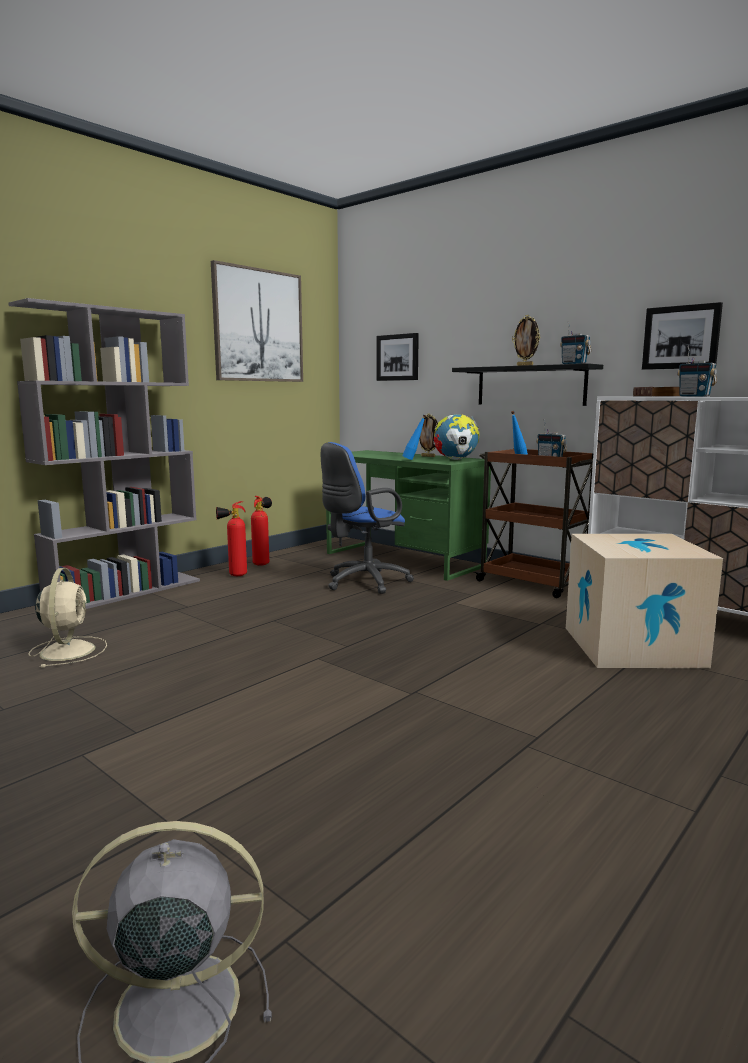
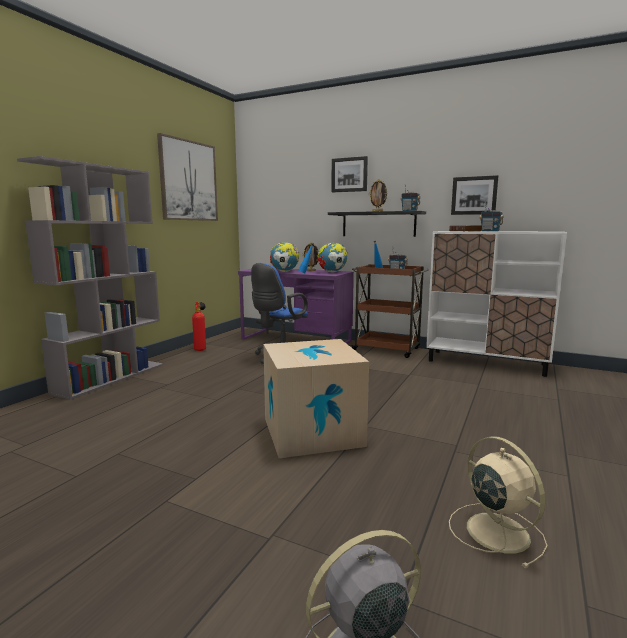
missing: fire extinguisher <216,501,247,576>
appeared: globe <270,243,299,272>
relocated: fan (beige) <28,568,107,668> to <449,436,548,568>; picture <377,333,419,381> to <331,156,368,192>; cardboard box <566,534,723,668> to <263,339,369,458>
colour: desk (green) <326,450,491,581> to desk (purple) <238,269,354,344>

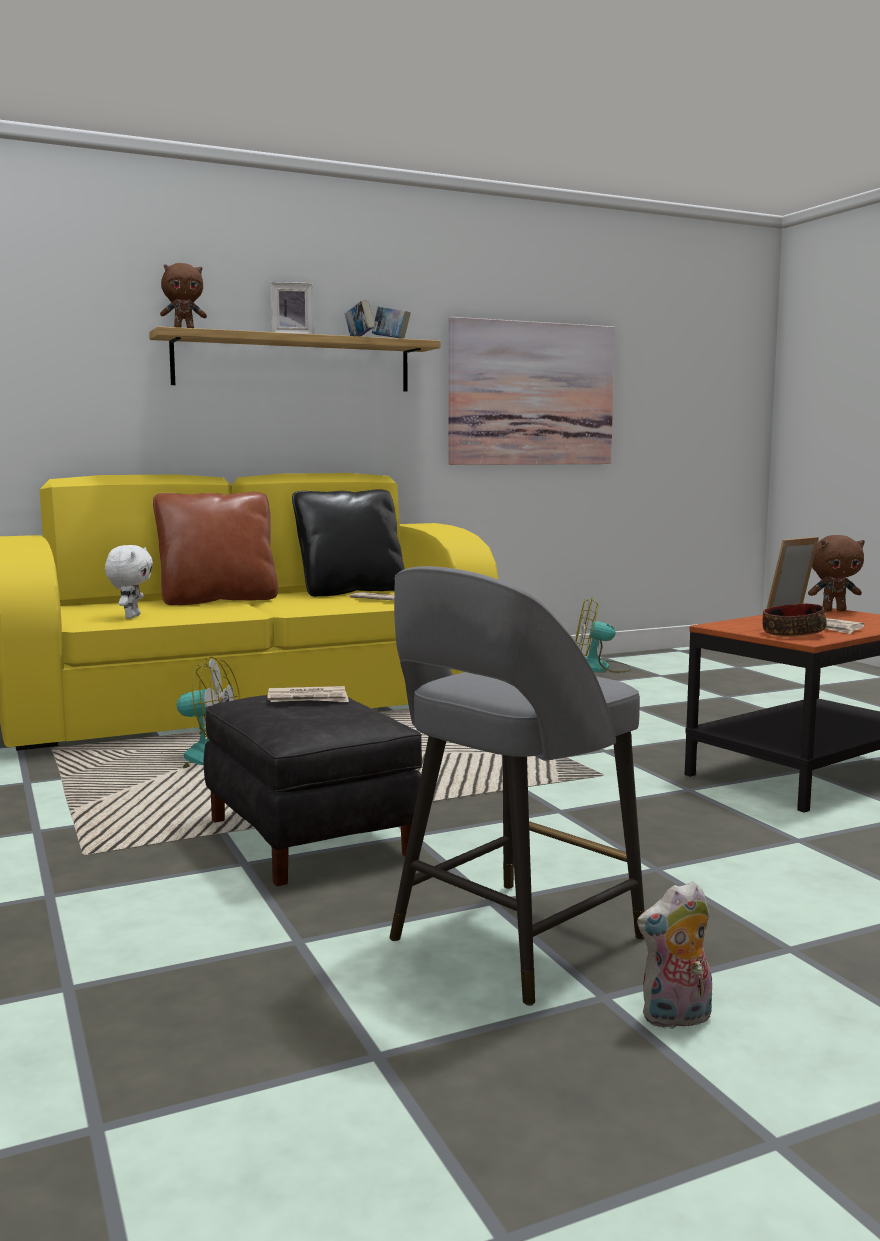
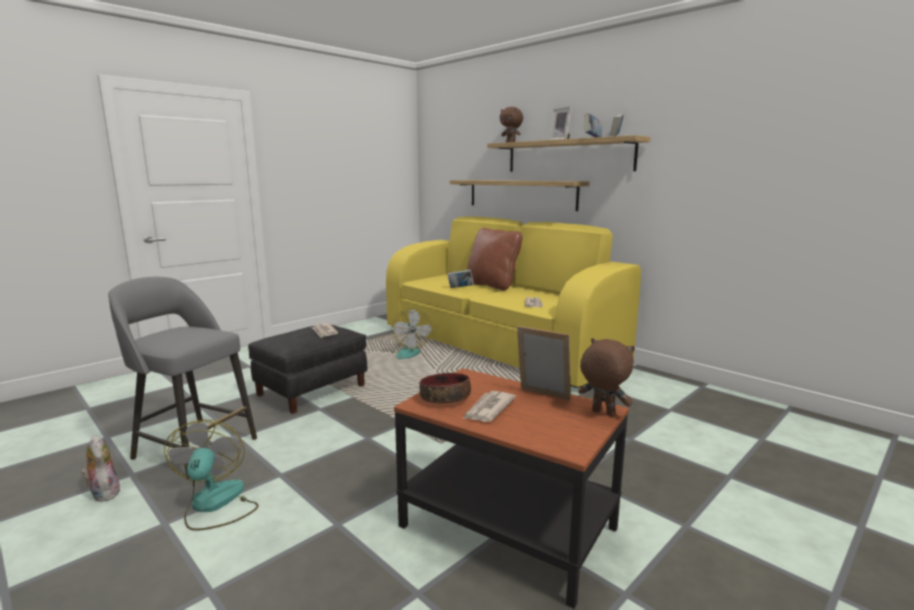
missing: plush toy (white) <105,545,153,619>; pillow (black) <292,489,405,597>; picture <448,317,615,465>
appeared: book <447,269,474,288>; shelf <450,180,589,211>
relocated: fan <575,597,632,673> to <164,420,259,531>
spun: plush toy (brown) <808,535,865,611> = <578,338,635,417> 150 degrees clockwise

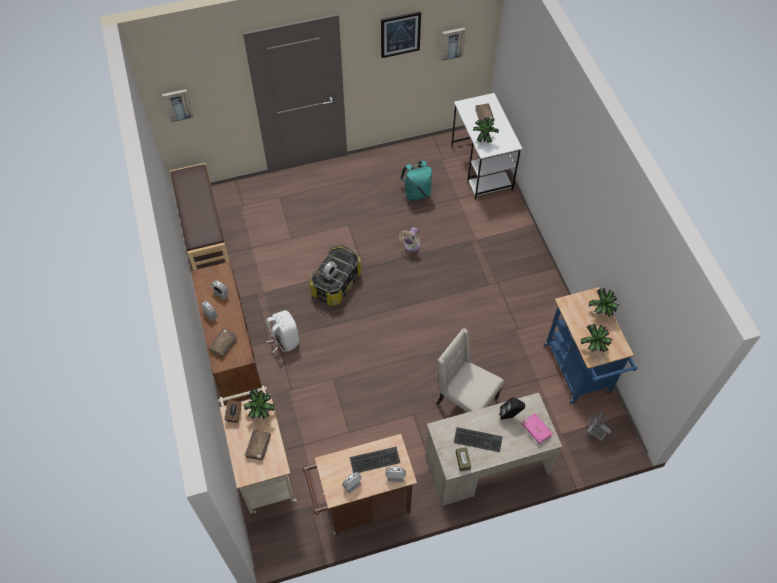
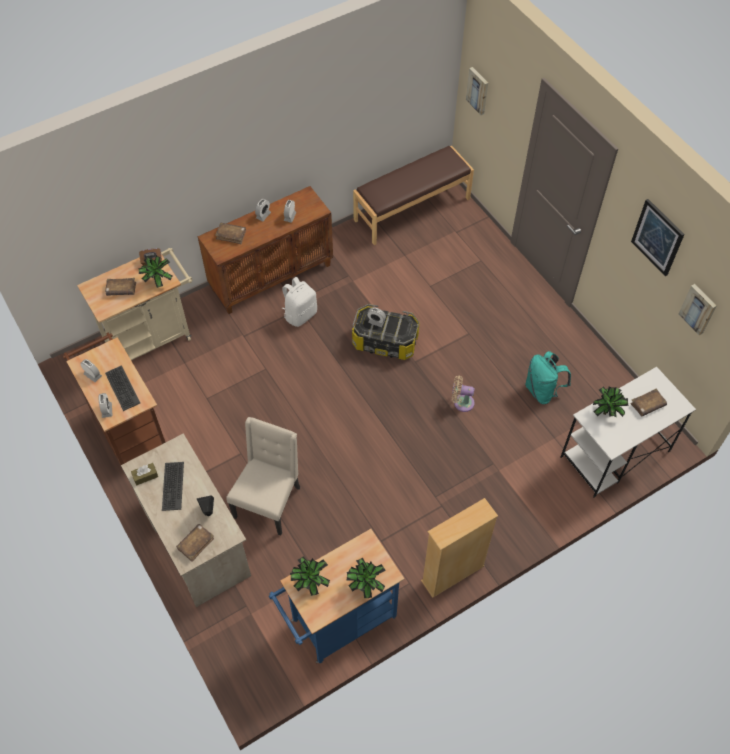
missing: fan (grey) <586,411,612,441>
appeared: bookcase (beige) <421,498,498,598>
colour: book (pink) <522,413,553,444> to book (brown) <176,524,214,562>

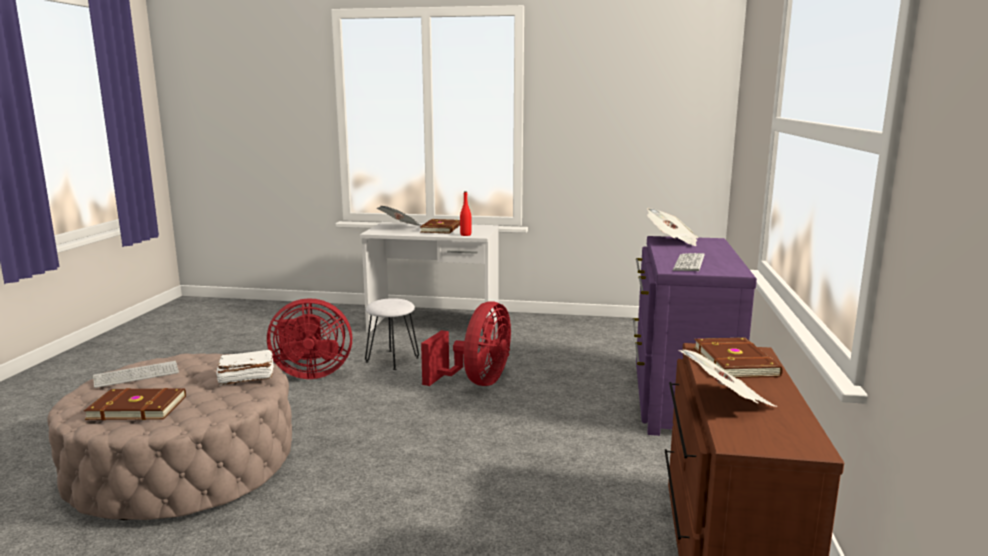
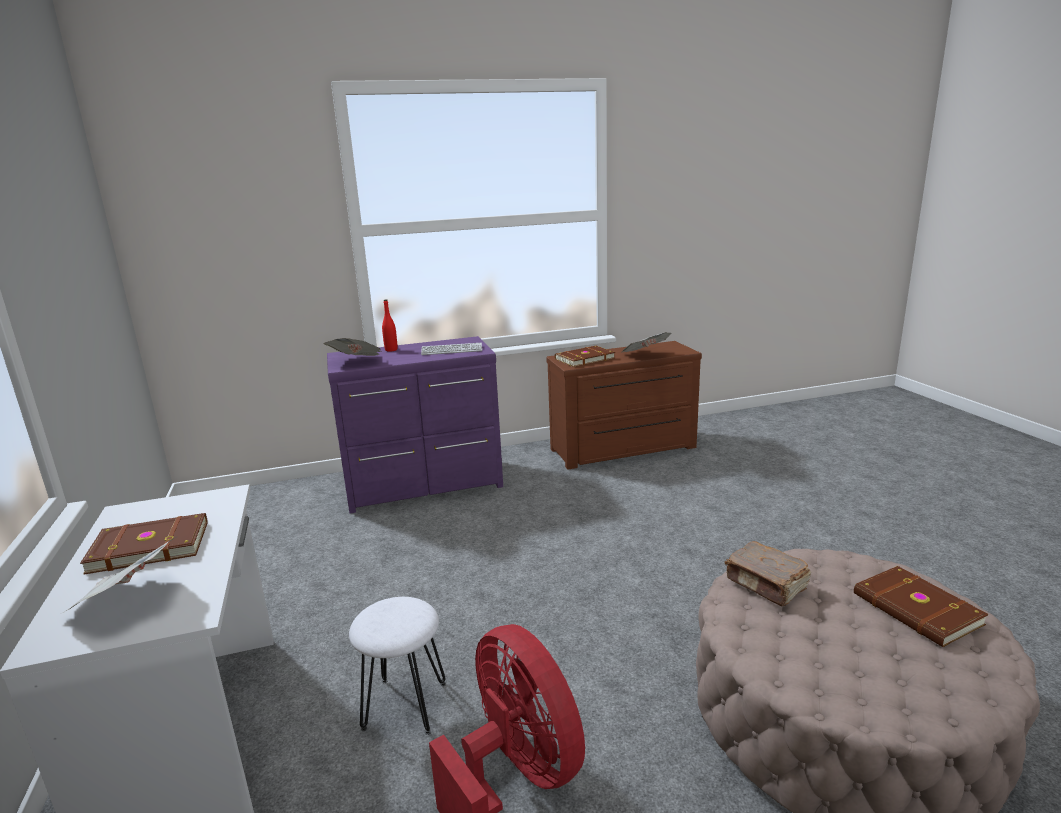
missing: keyboard <93,361,179,388>; fan (red) <421,302,511,386>
relocated: bottle (red) <460,191,472,236> to <382,299,398,352>
colour: book (white) <216,350,274,385> to book (brown) <725,541,811,606>

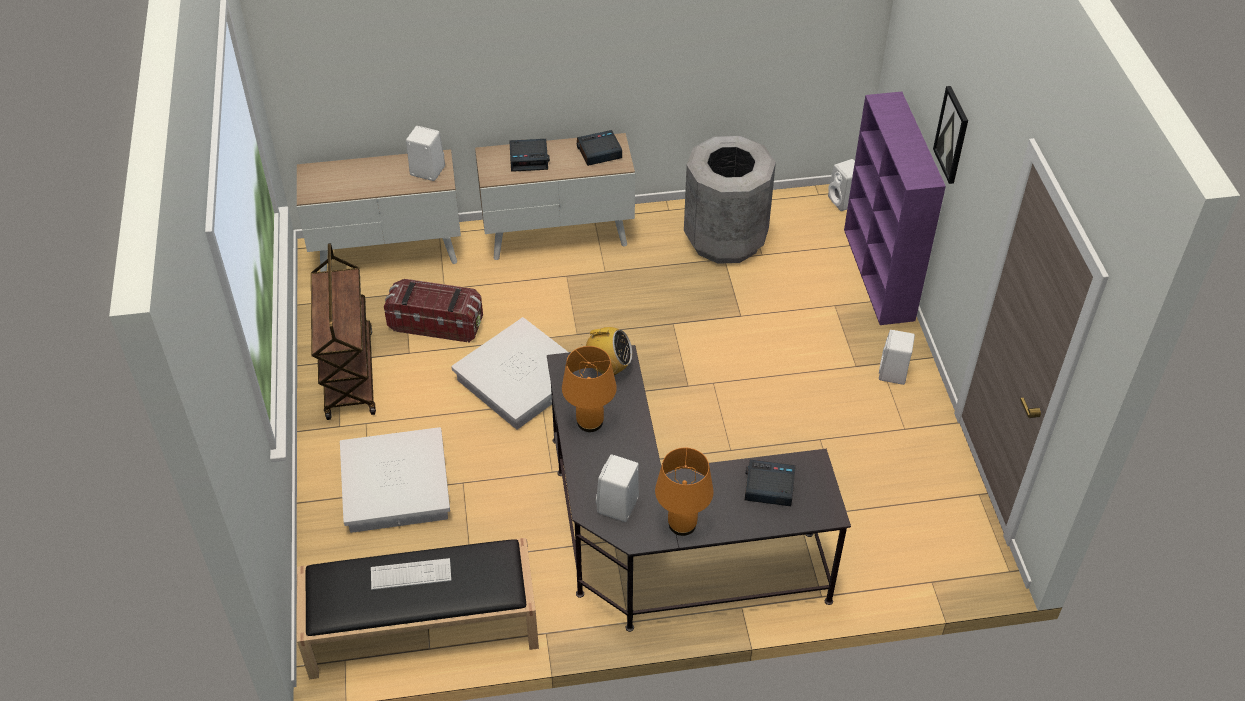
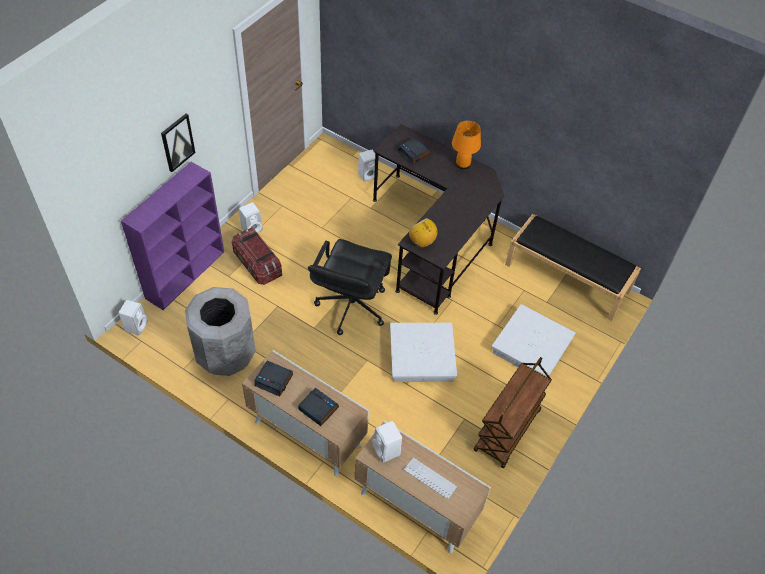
missing: table lamp (orange) <562,346,617,432>
appeared: office chair (black) <308,239,392,335>
relocated: keyboard <371,558,451,590> to <404,458,457,499>; storage box <384,279,483,343> to <231,228,282,285>; speaker (white) <596,454,639,522> to <358,150,375,182>

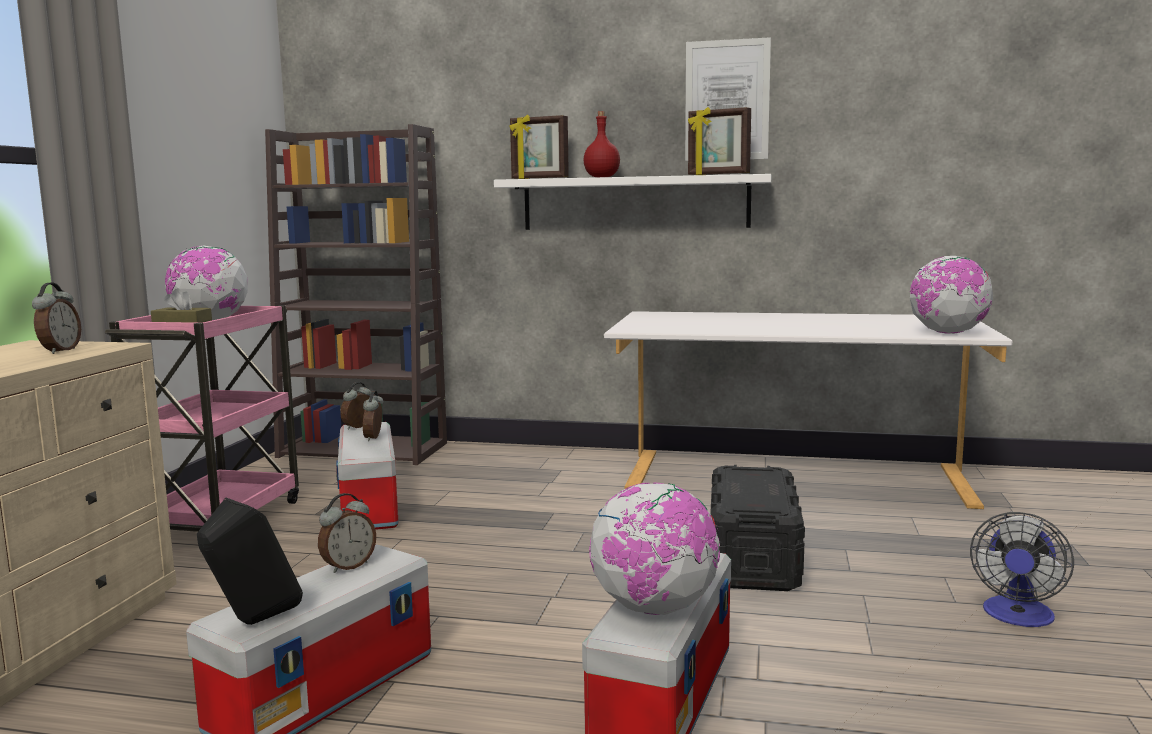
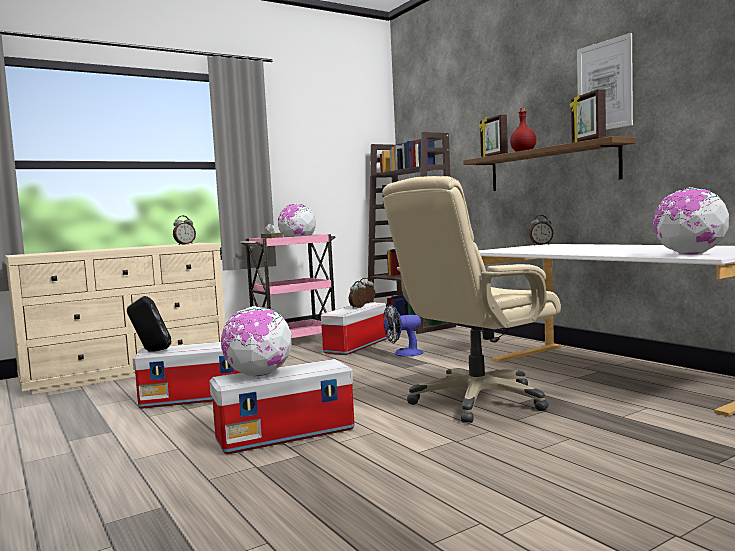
relocated: alarm clock <318,493,376,573> to <529,215,553,245>; fan <970,512,1074,627> to <383,305,424,357>
exchanged: storage box (black) <710,465,805,591> to office chair (beige) <382,176,561,423>
colour: shelf (white) <494,174,771,230> to shelf (brown) <463,136,636,191>

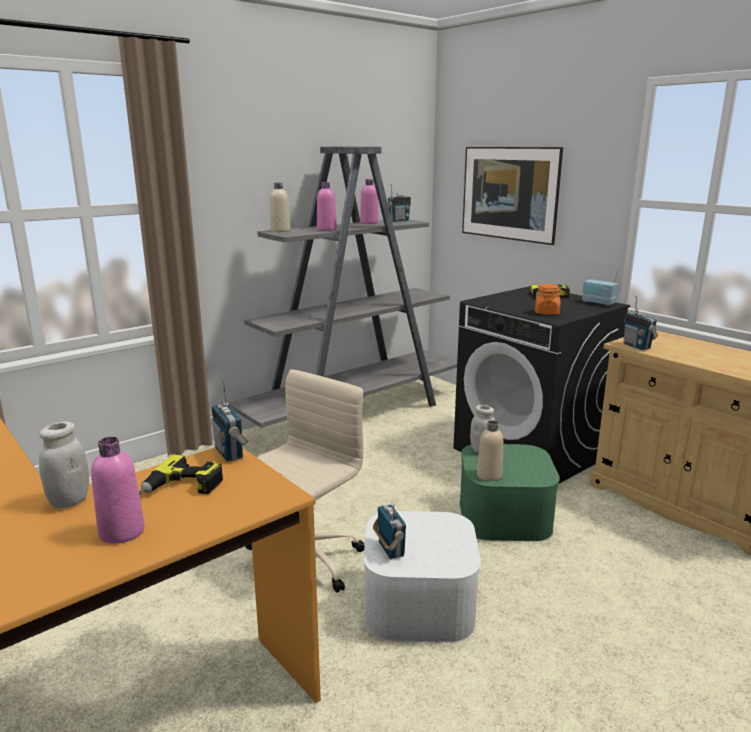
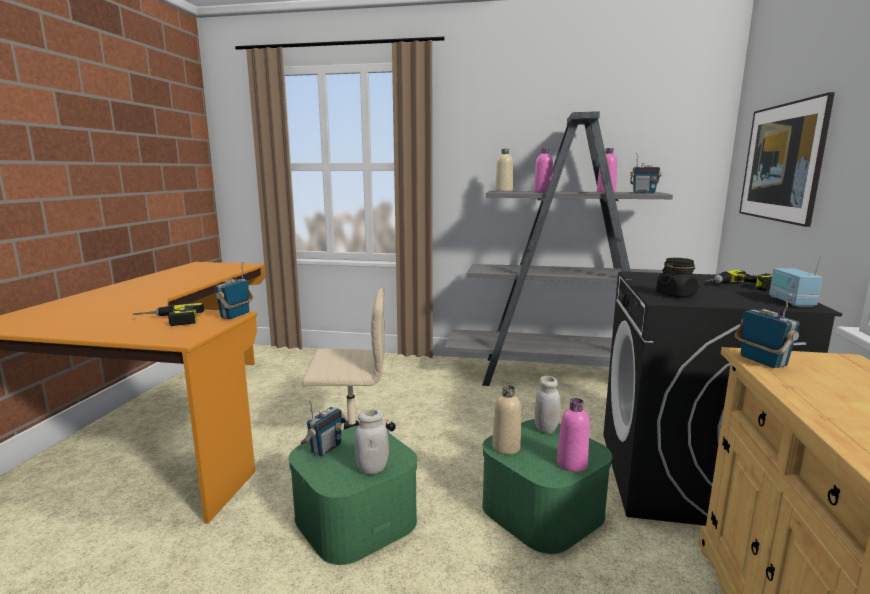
relocated: jar (white) <39,422,89,509> to <354,409,389,474>; bottle (pink) <91,437,145,544> to <557,398,590,472>
colour: storage box (white) <363,511,481,643> to storage box (green) <288,426,418,565>; jar (orange) <535,284,560,315> to jar (black) <656,258,698,297>
spun: radio <624,296,658,350> = <735,294,800,368> 135 degrees clockwise

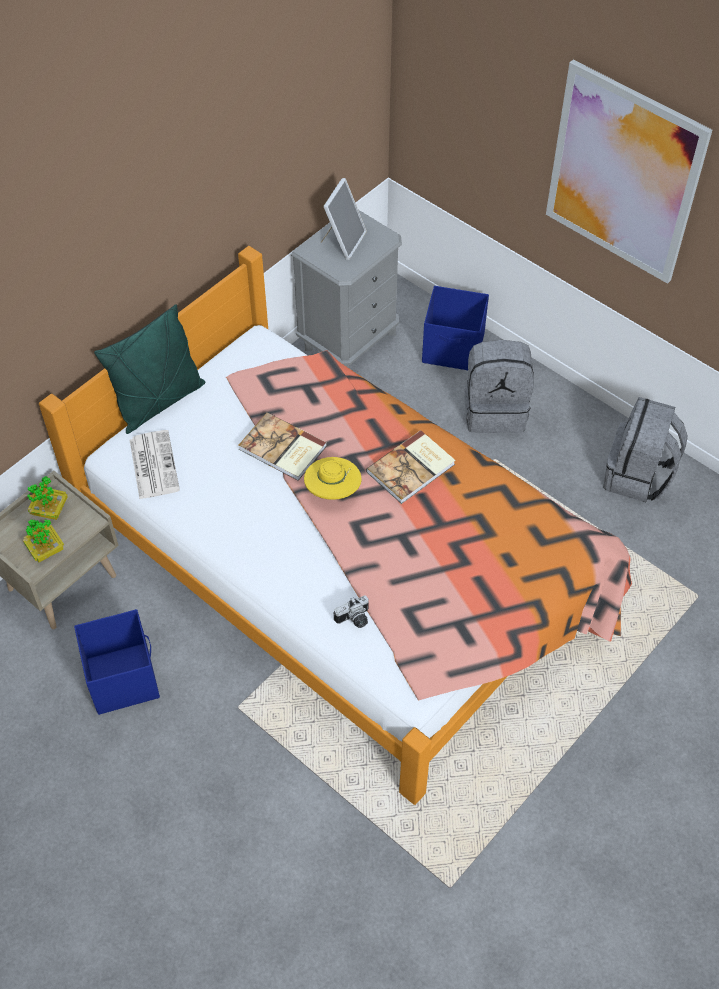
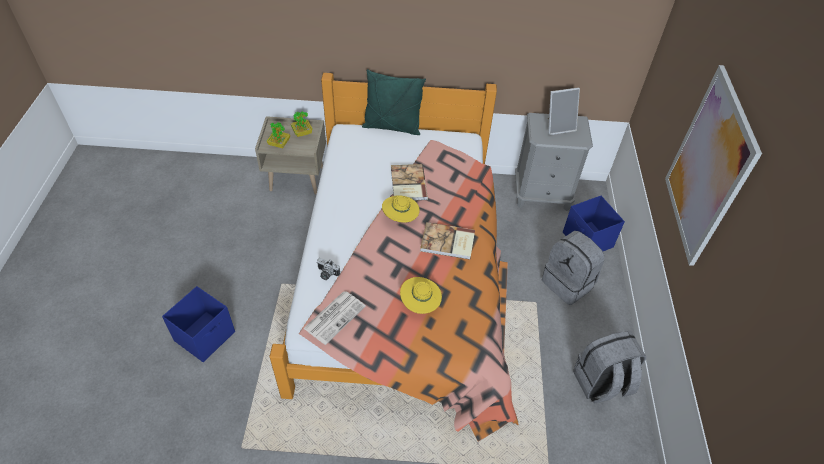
appeared: hat (yellow) <400,277,442,314>
relocated: storage box (blue) <74,609,160,715> to <162,286,235,362>; newspaper <130,430,180,499> to <303,291,366,345>

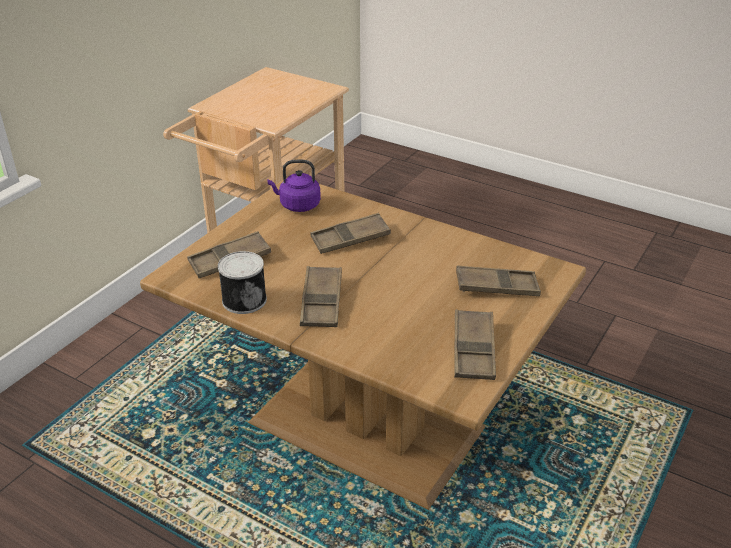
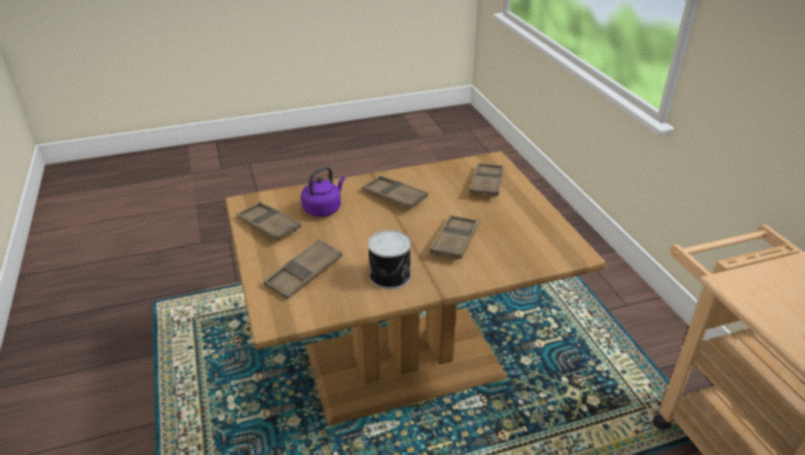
relocated: can <218,251,267,314> to <368,230,411,289>; kettle (purple) <267,160,321,212> to <301,166,346,217>

